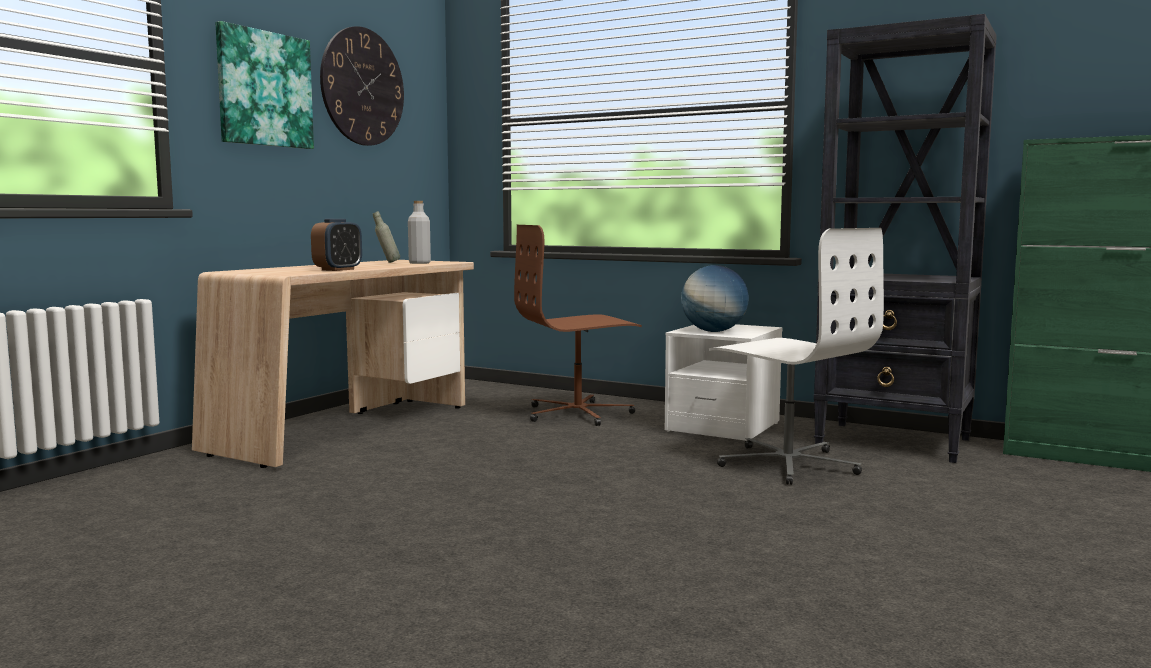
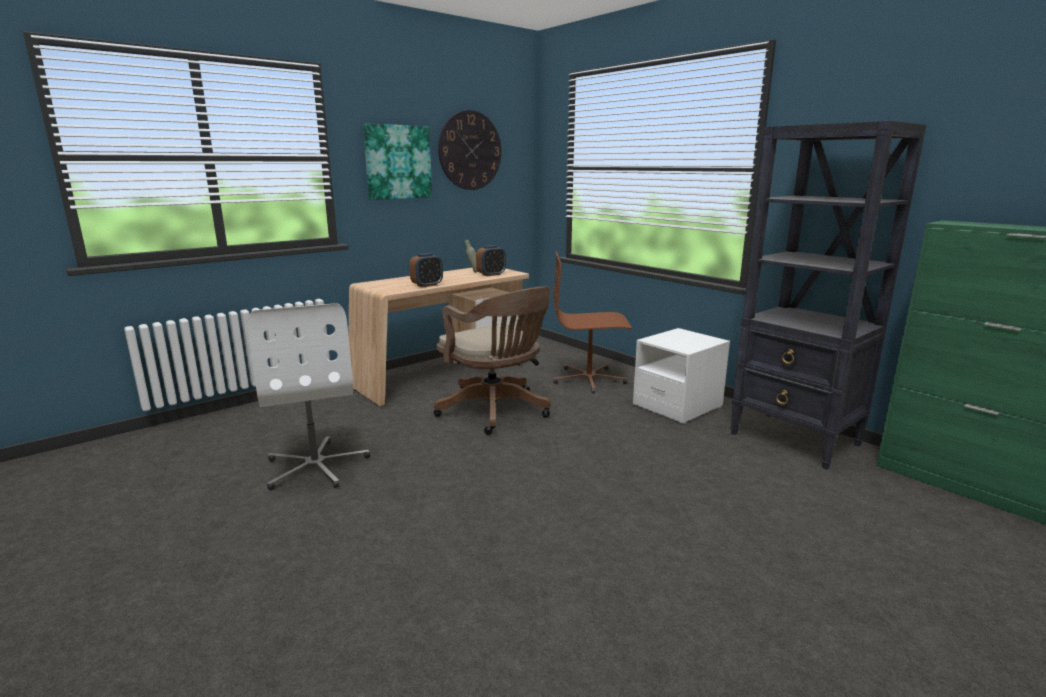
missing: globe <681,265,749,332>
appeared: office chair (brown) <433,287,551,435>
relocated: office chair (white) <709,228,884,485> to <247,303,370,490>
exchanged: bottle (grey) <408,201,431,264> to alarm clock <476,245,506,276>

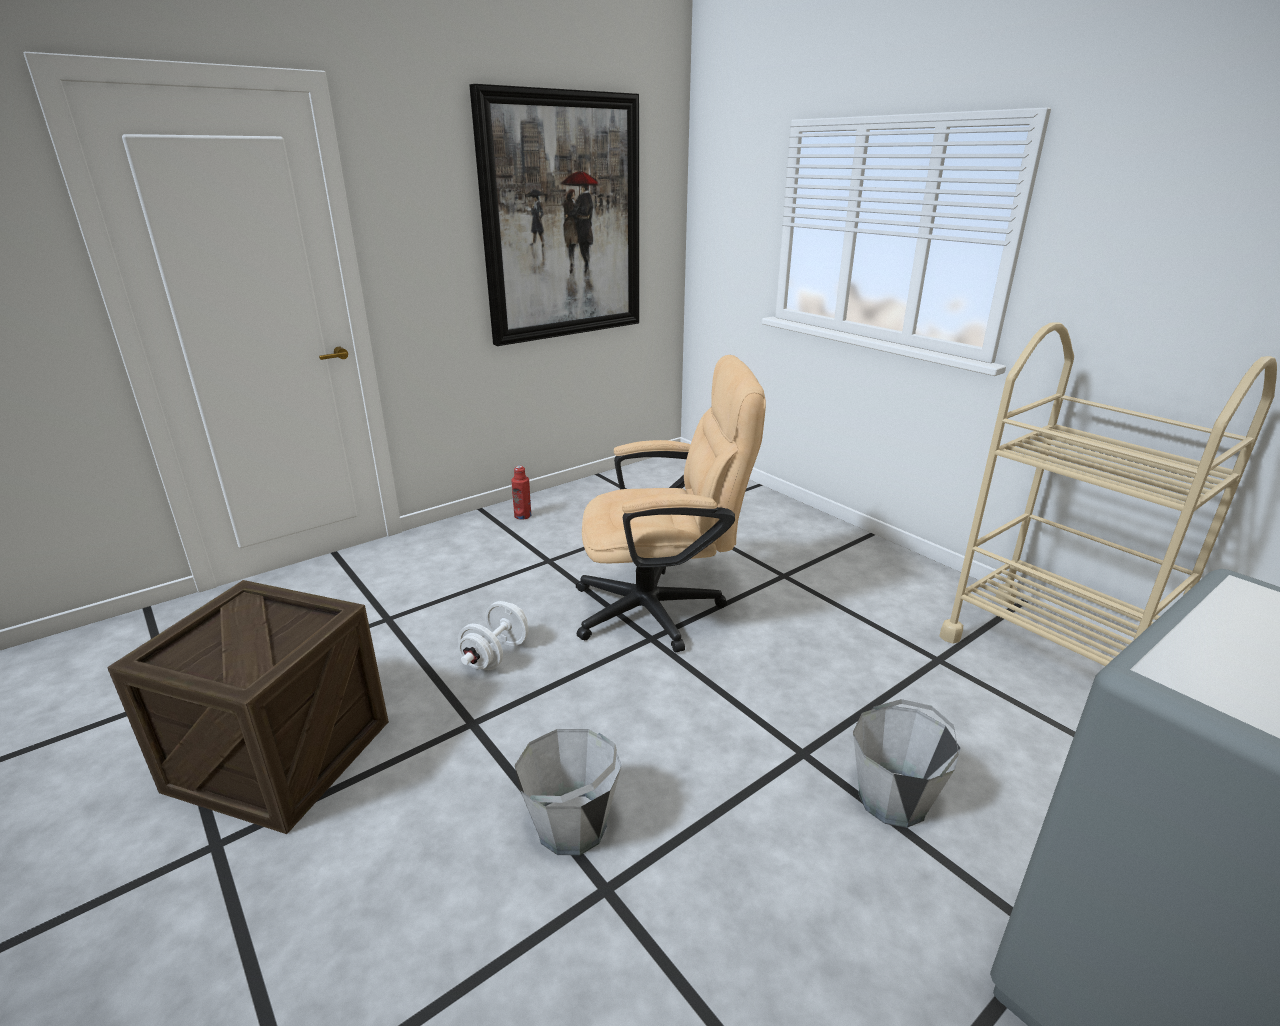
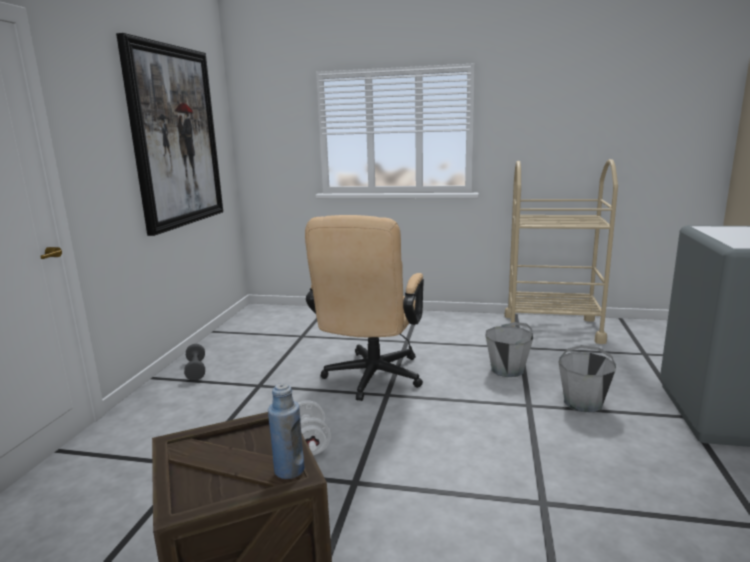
appeared: bottle (blue) <268,383,304,479>
relocated: bucket (grey) <515,729,622,855> to <485,322,533,377>
exchanged: bottle (red) <511,466,531,520> to dumbbell (grey) <184,344,205,381>
spun: office chair (beige) <576,355,766,653> = <305,215,424,401> 150 degrees clockwise

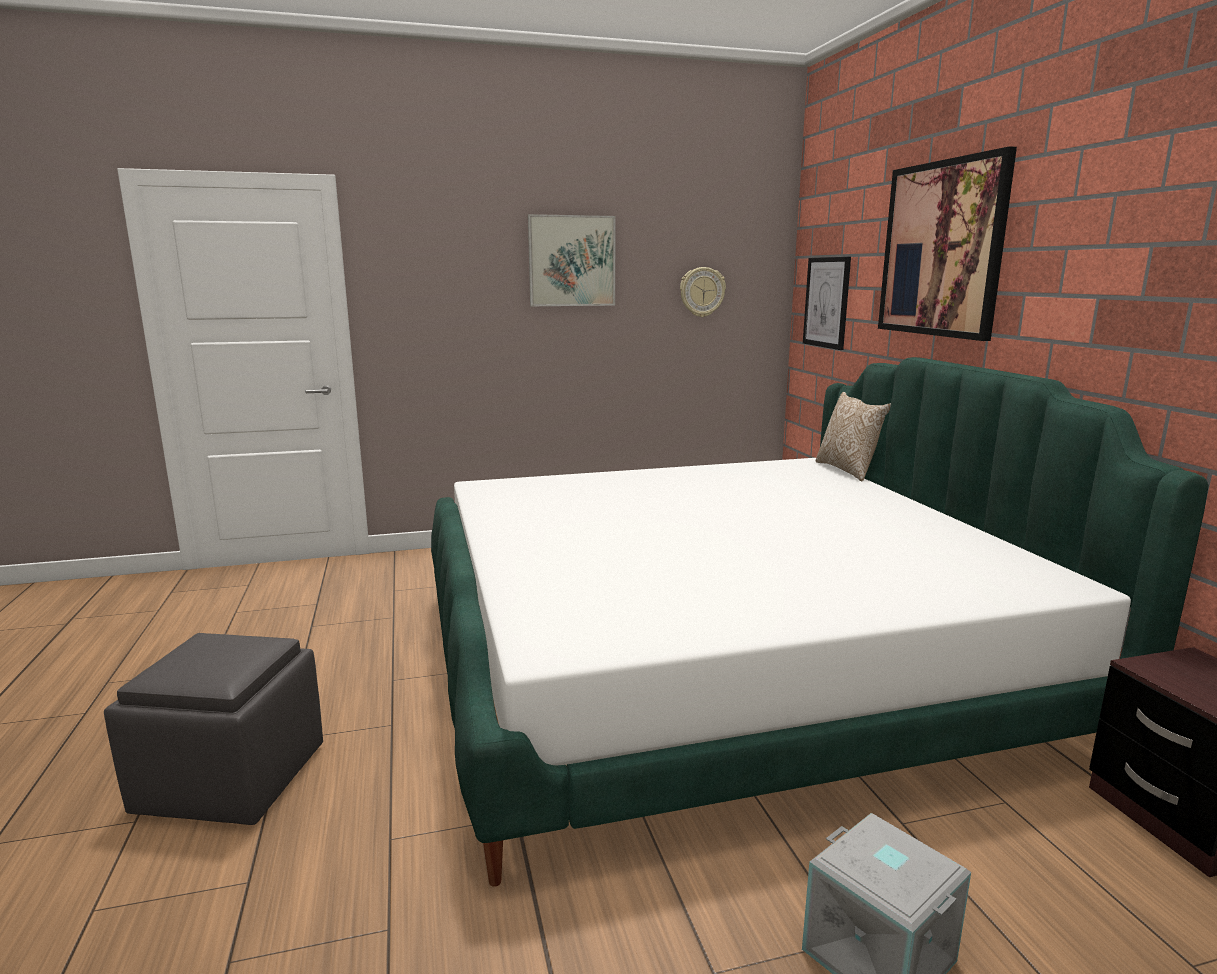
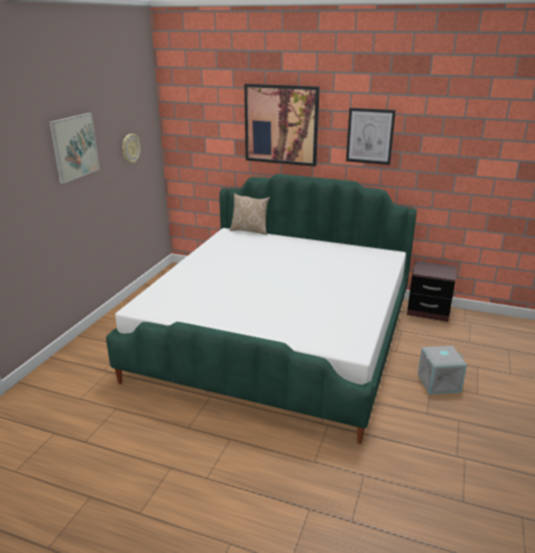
missing: ottoman (grey) <104,633,323,825>
relocated: picture <803,257,851,350> to <346,108,396,165>

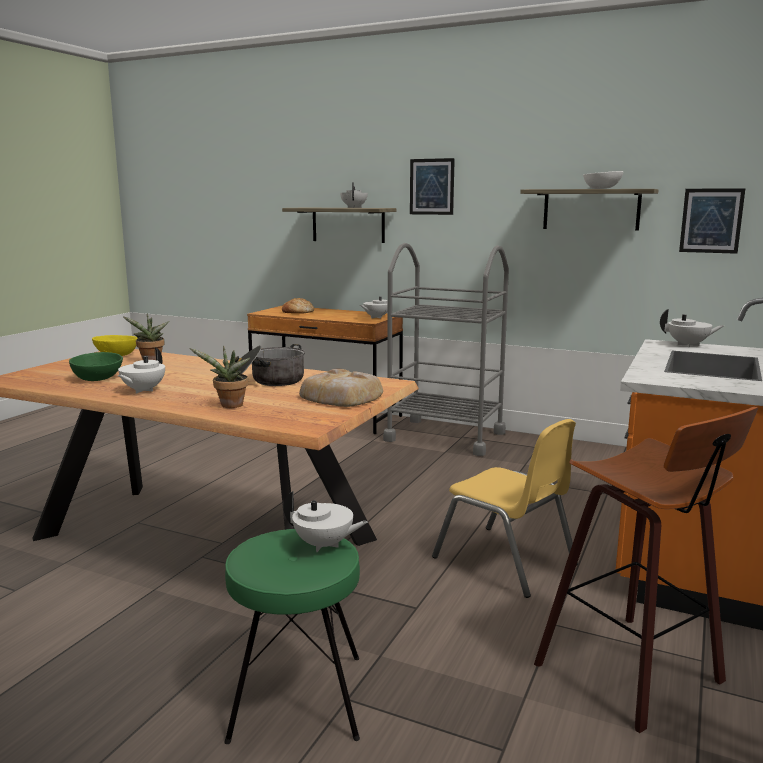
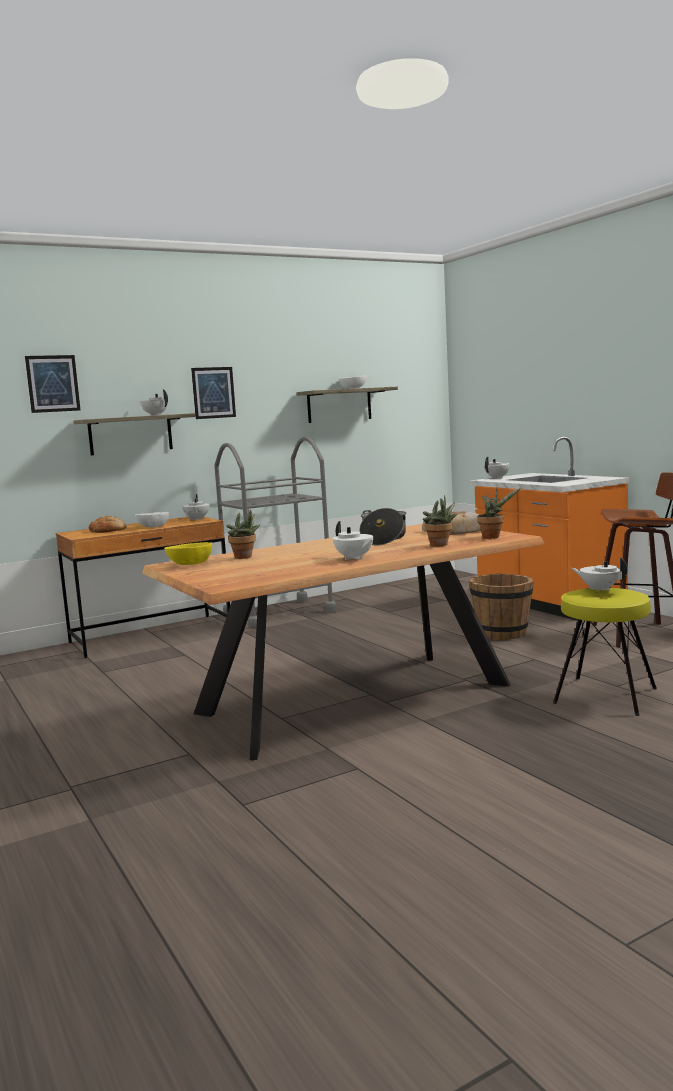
missing: bowl (green) <69,352,123,381>
appeared: bowl (white) <135,512,169,527>; potted plant <477,488,521,539>
relocated: picture <679,188,745,254> to <25,355,80,413>
exchanged: chair (yellow) <432,419,578,598> to bucket (brown) <469,574,534,640>
colour: stool (green) <224,529,360,744> to stool (yellow) <553,588,657,716>
spun: teapot (white) <283,491,368,552> = <571,557,627,592> 105 degrees counterclockwise

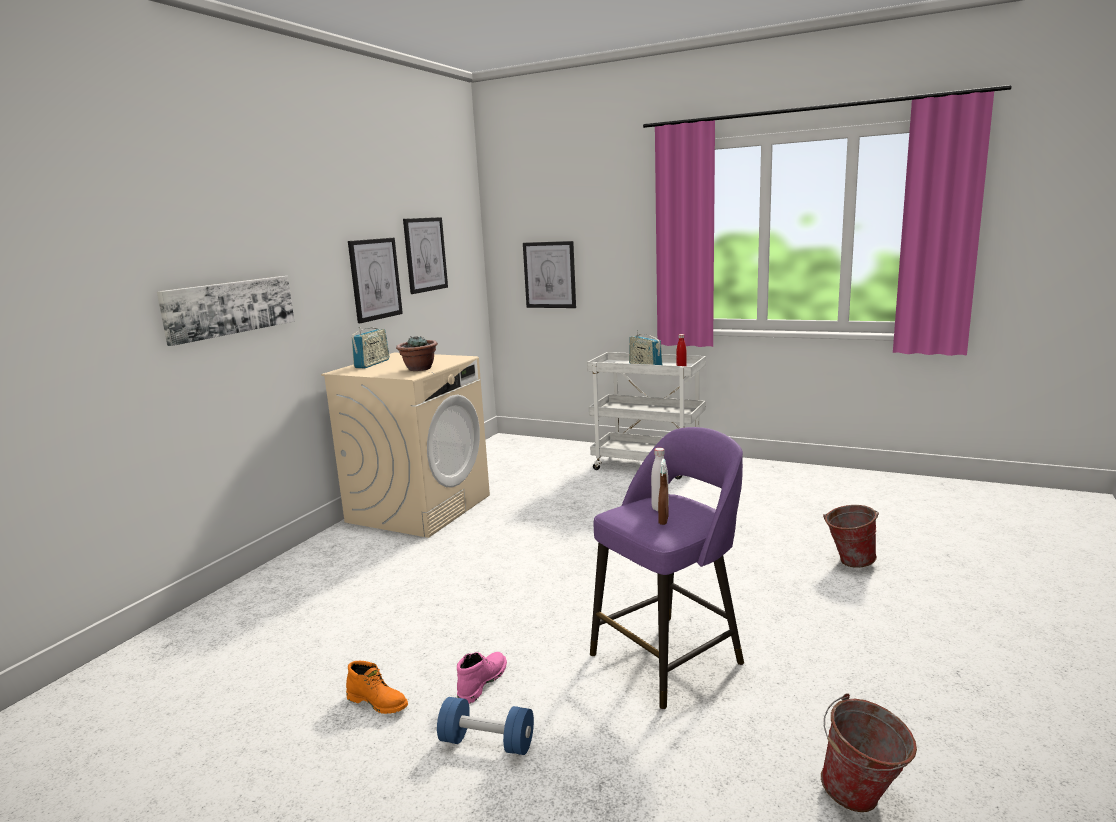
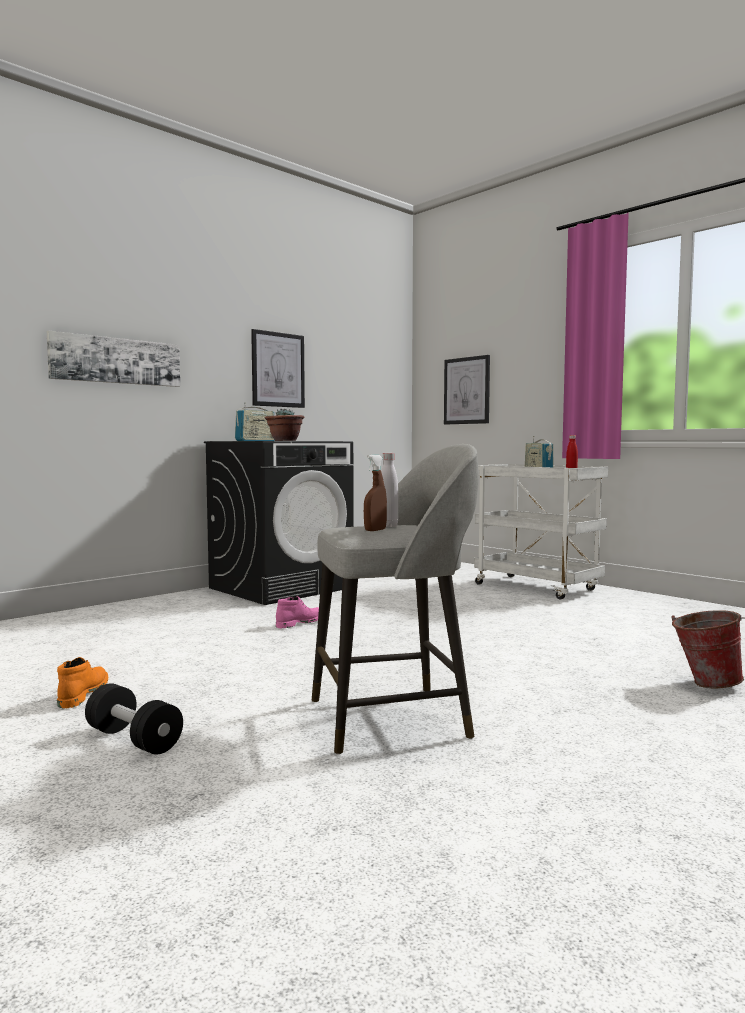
missing: picture <403,217,448,294>; bucket <821,693,917,812>
relocated: boot (pink) <457,652,507,704> to <276,596,319,628>
colour: washing machine (beige) <321,352,490,538> to washing machine (black) <204,441,354,605>; dumbbell (blue) <437,697,534,755> to dumbbell (black) <85,683,183,755>; stool (purple) <590,427,744,709> to stool (grey) <312,444,479,754>
spun: boot (orange) <346,661,408,714> = <57,657,108,709> 135 degrees counterclockwise

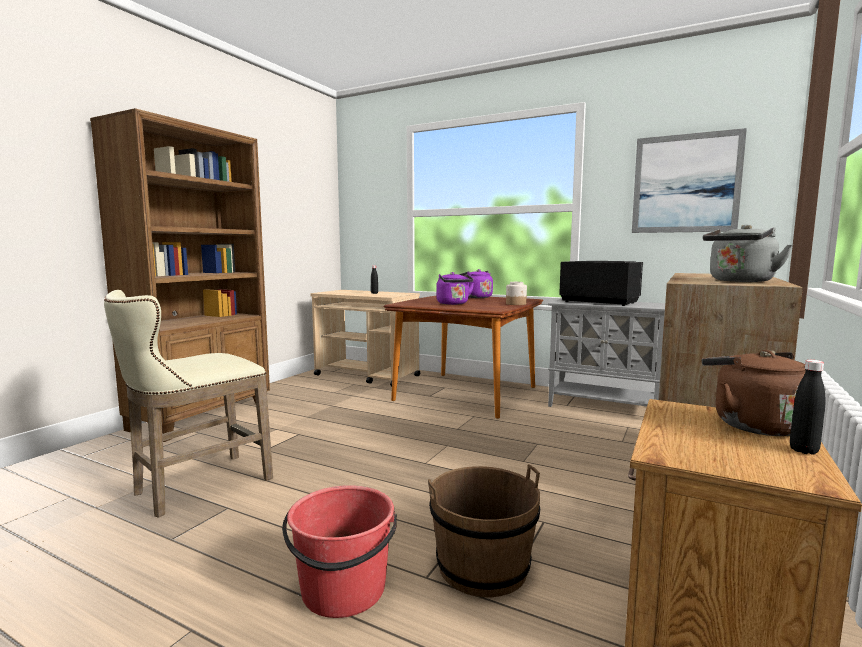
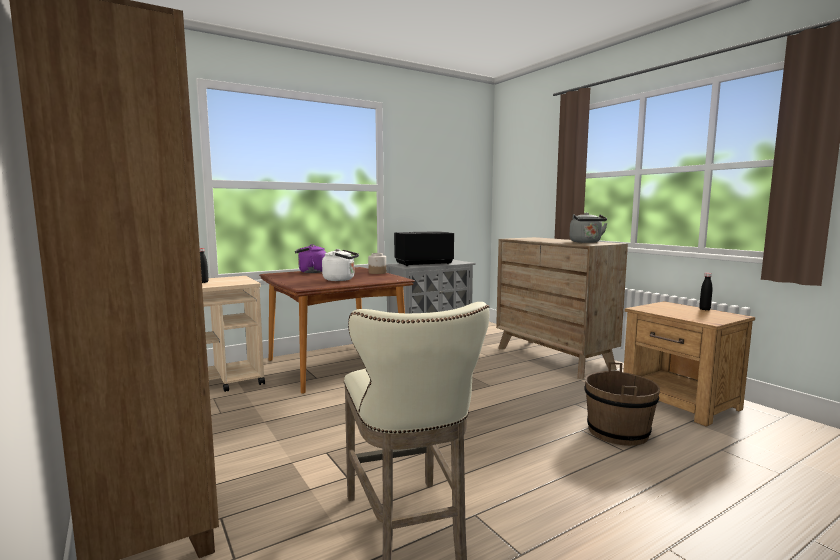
missing: bucket (red) <282,485,397,618>; picture <632,128,747,233>; kettle (brown) <702,350,806,436>
colour: kettle (purple) <436,272,474,305> to kettle (white) <322,249,359,281>

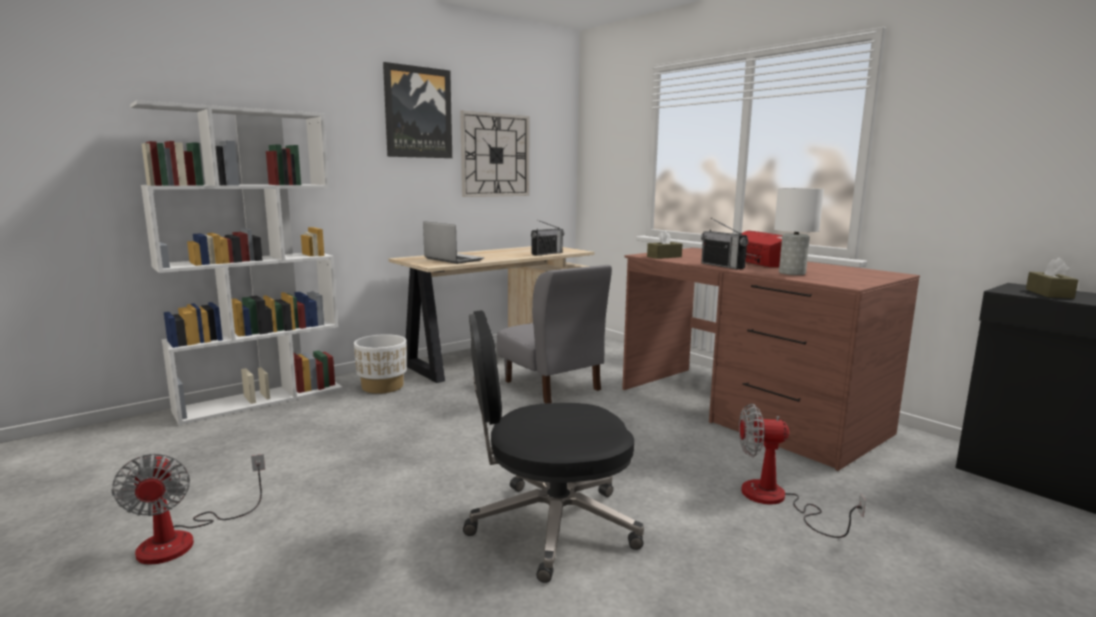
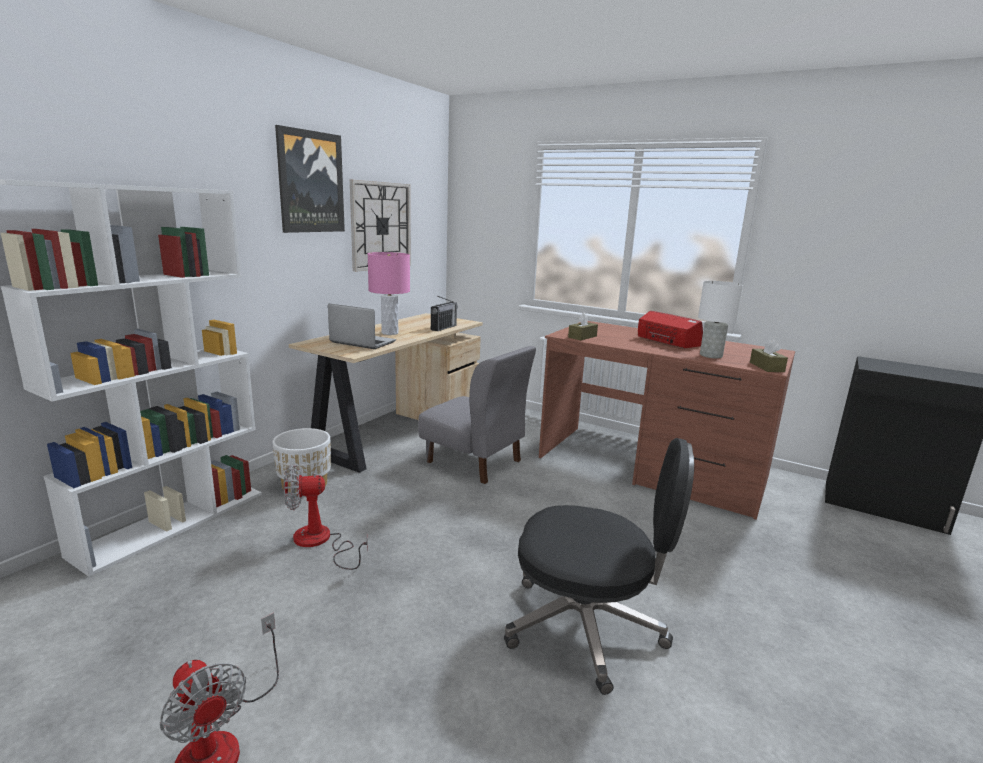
missing: radio <701,218,748,269>
appeared: table lamp (pink) <368,252,410,335>
relocated: fan <739,404,866,538> to <284,464,368,570>; tissue box (brown) <1026,257,1078,299> to <750,339,788,372>
spun: office chair (black) <463,310,644,583> = <504,438,694,695> 135 degrees counterclockwise

